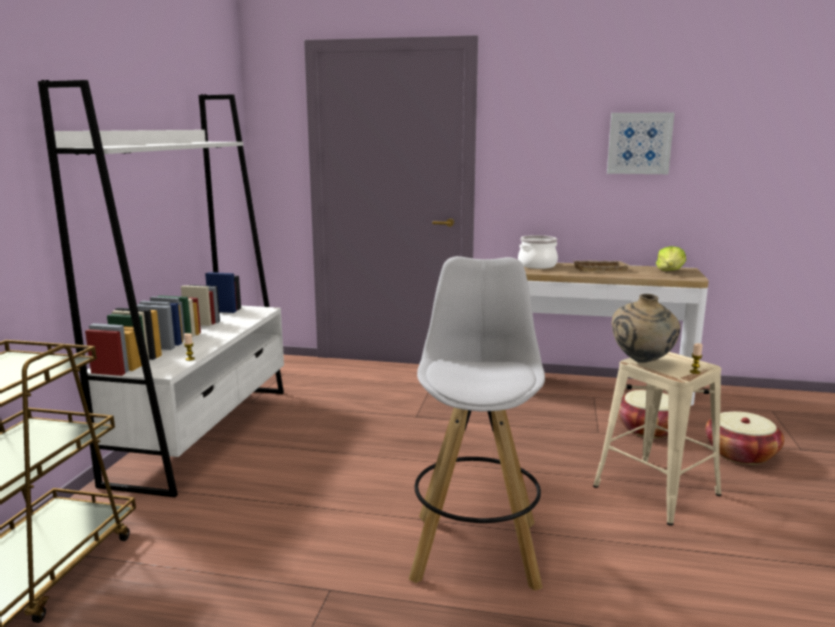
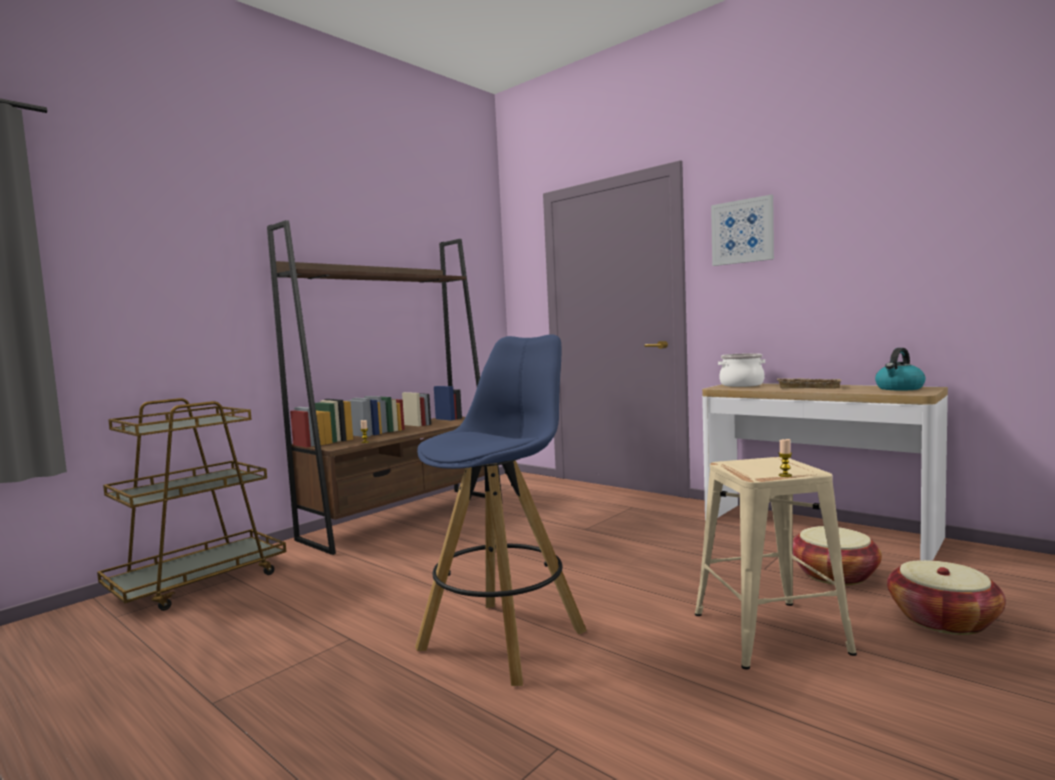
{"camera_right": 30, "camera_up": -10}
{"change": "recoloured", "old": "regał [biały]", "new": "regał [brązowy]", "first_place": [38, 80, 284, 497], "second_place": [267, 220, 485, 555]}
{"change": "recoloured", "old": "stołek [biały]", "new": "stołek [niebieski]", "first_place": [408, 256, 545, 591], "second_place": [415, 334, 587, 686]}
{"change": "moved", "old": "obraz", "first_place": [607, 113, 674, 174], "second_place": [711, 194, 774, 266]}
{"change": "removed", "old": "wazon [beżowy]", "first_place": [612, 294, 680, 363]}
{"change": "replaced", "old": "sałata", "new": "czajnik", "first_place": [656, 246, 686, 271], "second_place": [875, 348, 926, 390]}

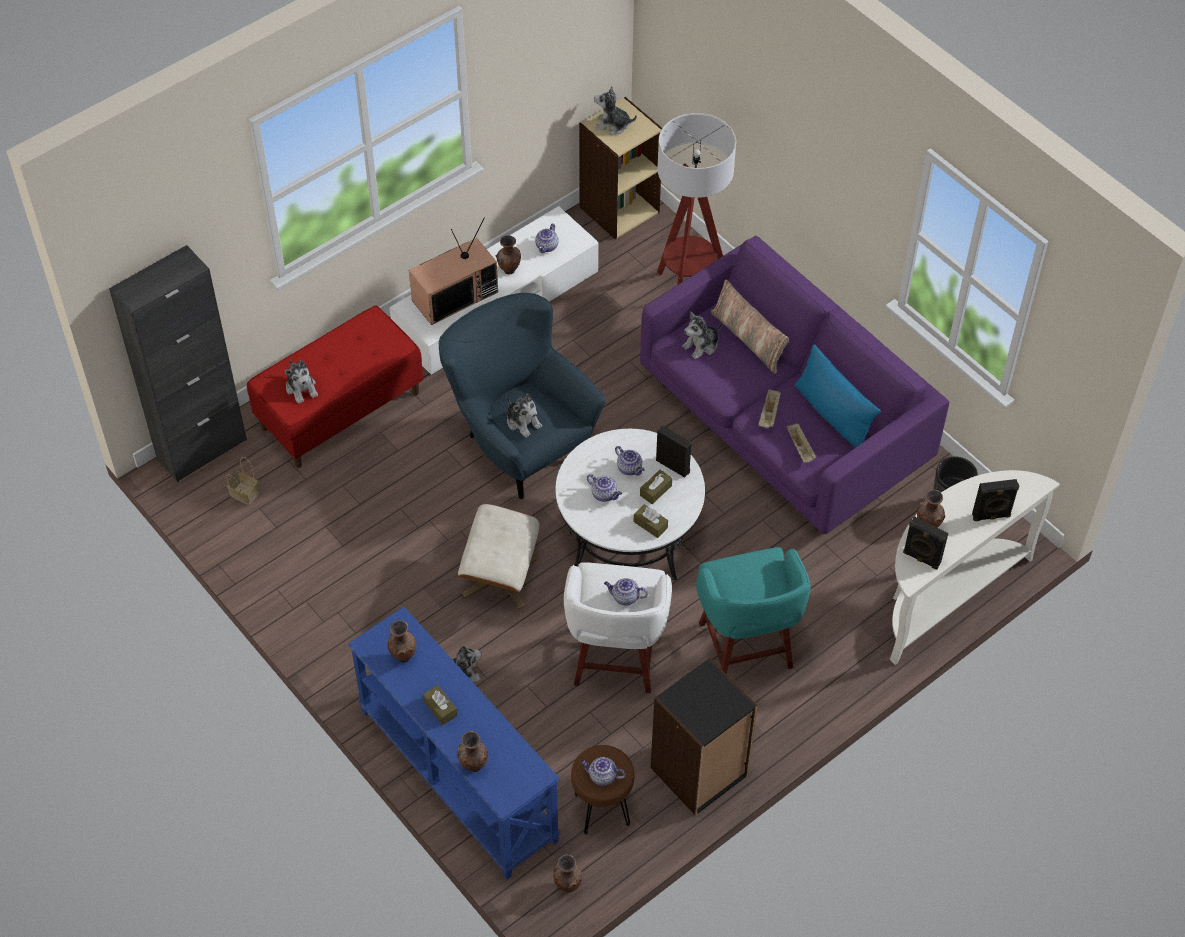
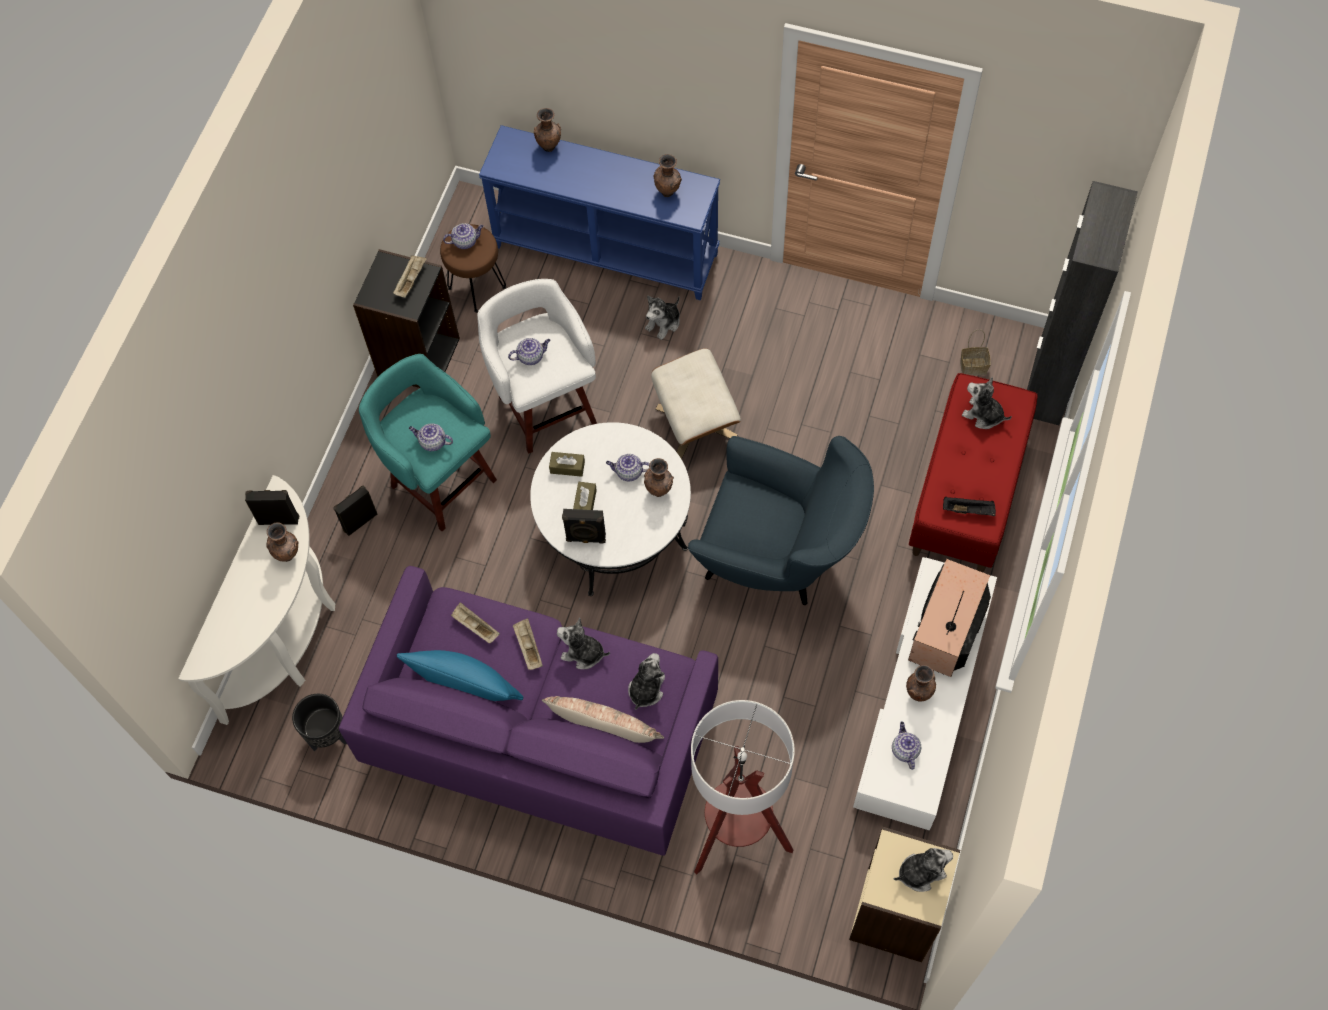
{"camera_right": 150, "camera_up": 10}
{"change": "removed", "old": "pudełko chusteczek [brązowy]", "first_place": [423, 685, 457, 725]}
{"change": "moved", "old": "pluszak", "first_place": [506, 394, 542, 438], "second_place": [557, 617, 610, 669]}
{"change": "moved", "old": "wazon [brązowy]", "first_place": [553, 854, 582, 893], "second_place": [644, 458, 674, 497]}
{"change": "moved", "old": "imbryk", "first_place": [615, 446, 645, 475], "second_place": [409, 423, 453, 451]}
{"change": "moved", "old": "głośnik [czarny]", "first_place": [972, 479, 1019, 521], "second_place": [333, 485, 377, 536]}
{"change": "added", "new": "taca [beżowy]", "second_place": [393, 255, 427, 298]}
{"change": "added", "new": "taca [czarny]", "second_place": [943, 497, 996, 516]}

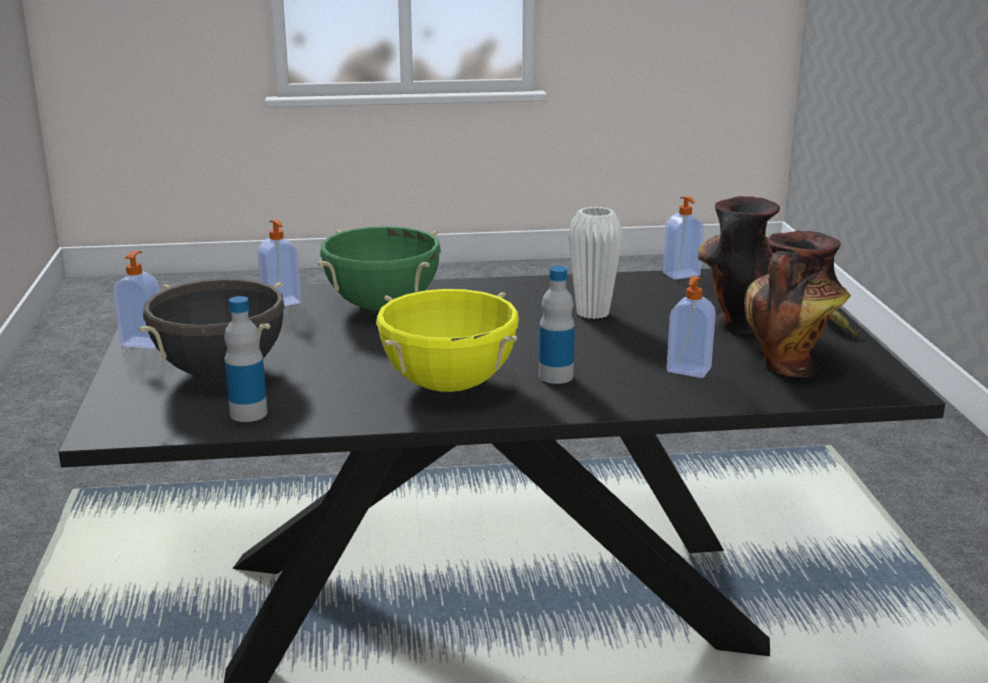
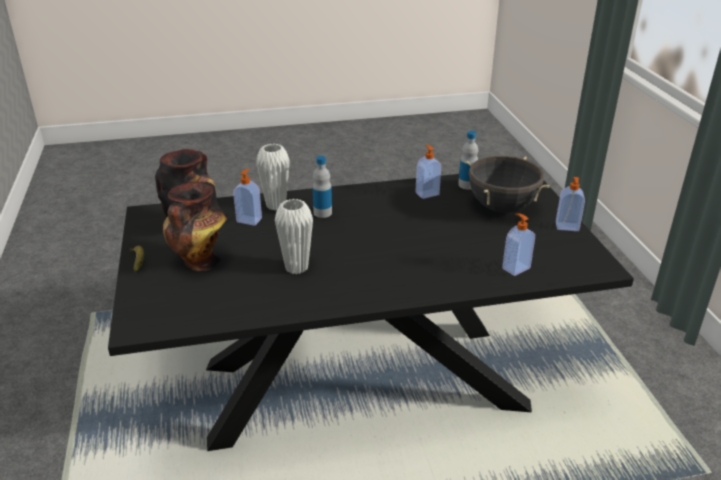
{"camera_right": 175, "camera_up": 10}
{"change": "removed", "old": "garnek [zielony]", "first_place": [318, 226, 441, 311]}
{"change": "removed", "old": "garnek [żółty]", "first_place": [377, 289, 519, 392]}
{"change": "moved", "old": "dozownik mydła", "first_place": [663, 196, 704, 280], "second_place": [415, 145, 441, 199]}
{"change": "added", "new": "wazon [biały]", "second_place": [256, 144, 289, 211]}

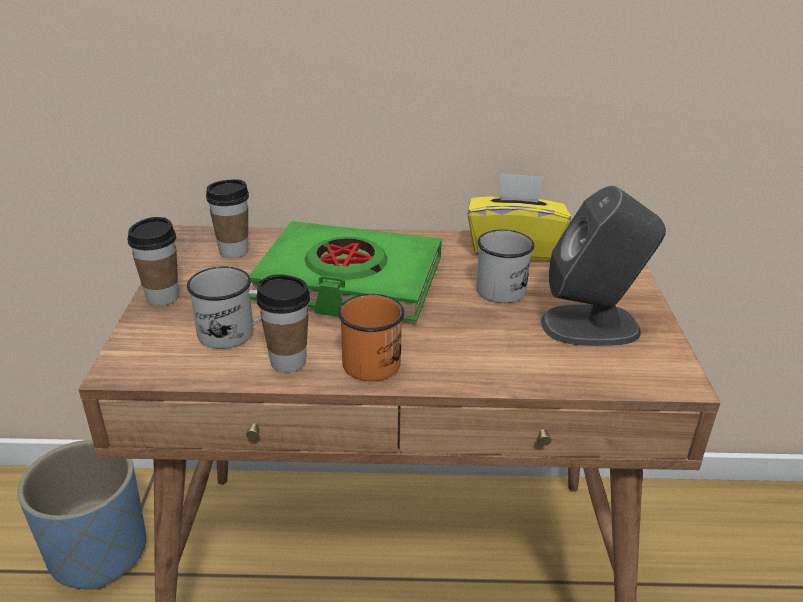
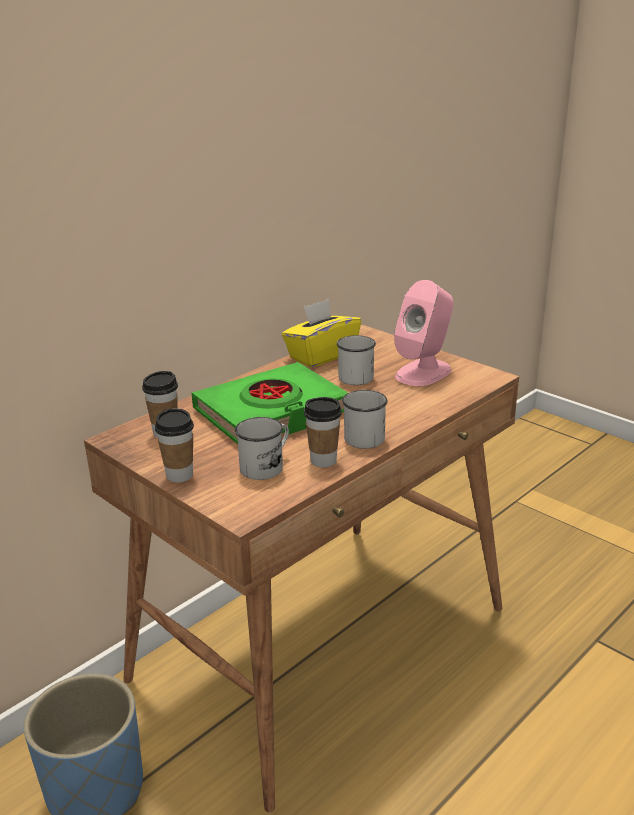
{"camera_right": -45, "camera_up": -5}
{"change": "recoloured", "old": "kubek [pomarańczowy]", "new": "kubek [biały]", "first_place": [338, 294, 405, 381], "second_place": [342, 390, 388, 449]}
{"change": "recoloured", "old": "głośnik [szary]", "new": "głośnik [różowy]", "first_place": [541, 186, 666, 346], "second_place": [394, 280, 453, 386]}

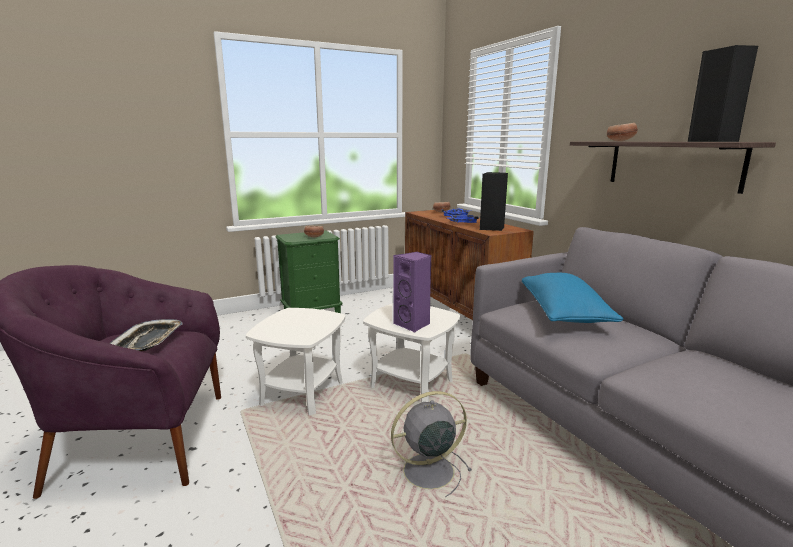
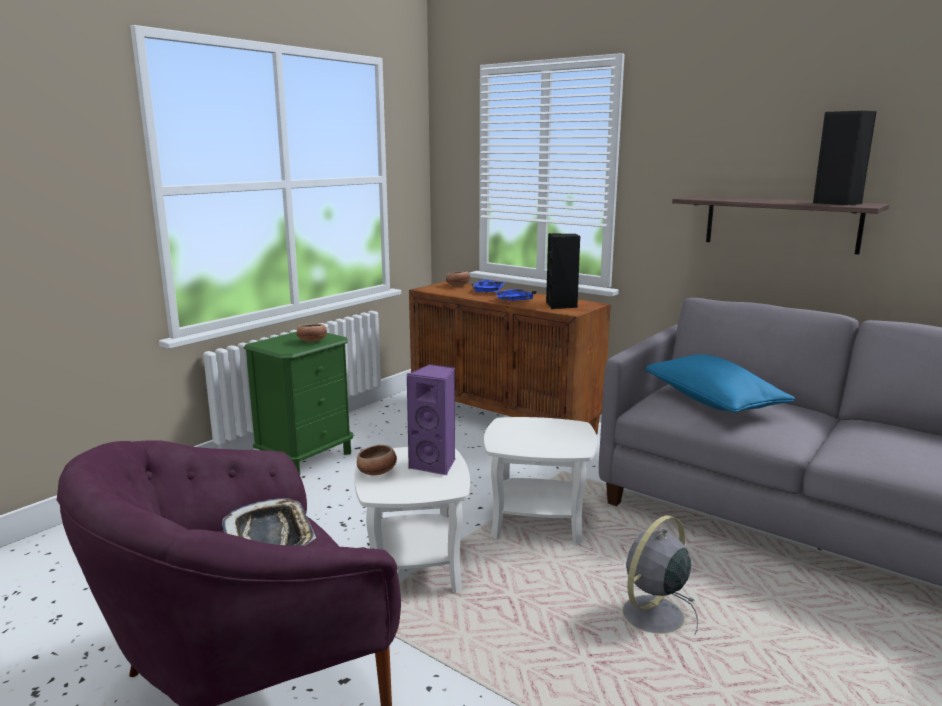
{"camera_right": -25, "camera_up": 0}
{"change": "moved", "old": "głośnik [fioletowy]", "first_place": [393, 252, 431, 333], "second_place": [406, 364, 455, 476]}
{"change": "moved", "old": "miska", "first_place": [607, 123, 638, 141], "second_place": [357, 445, 397, 475]}

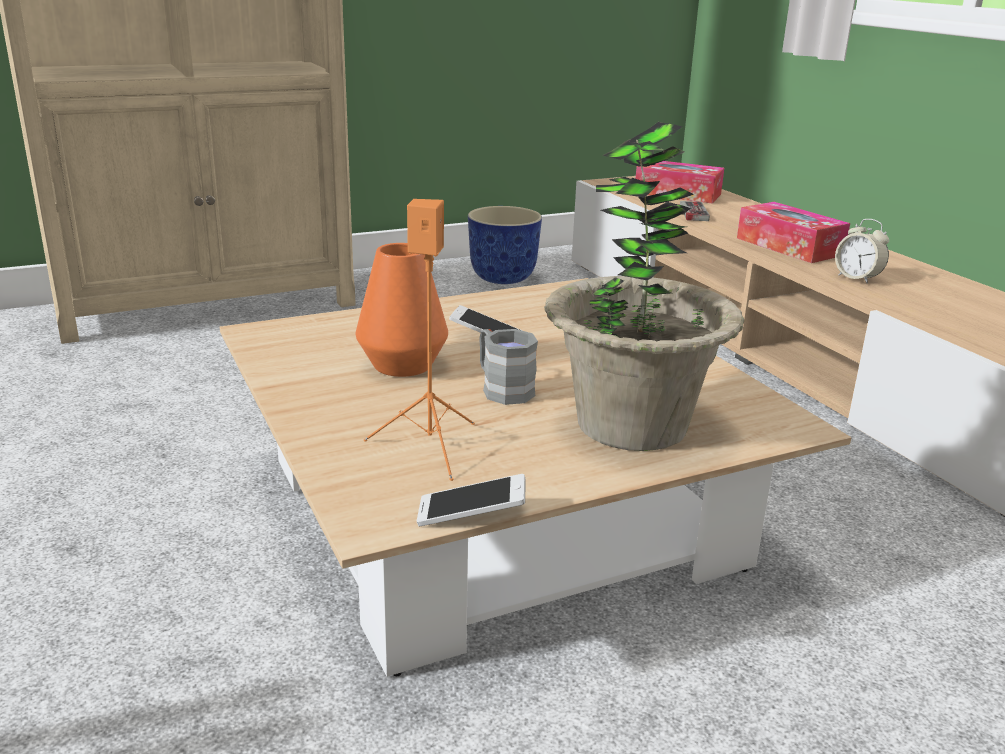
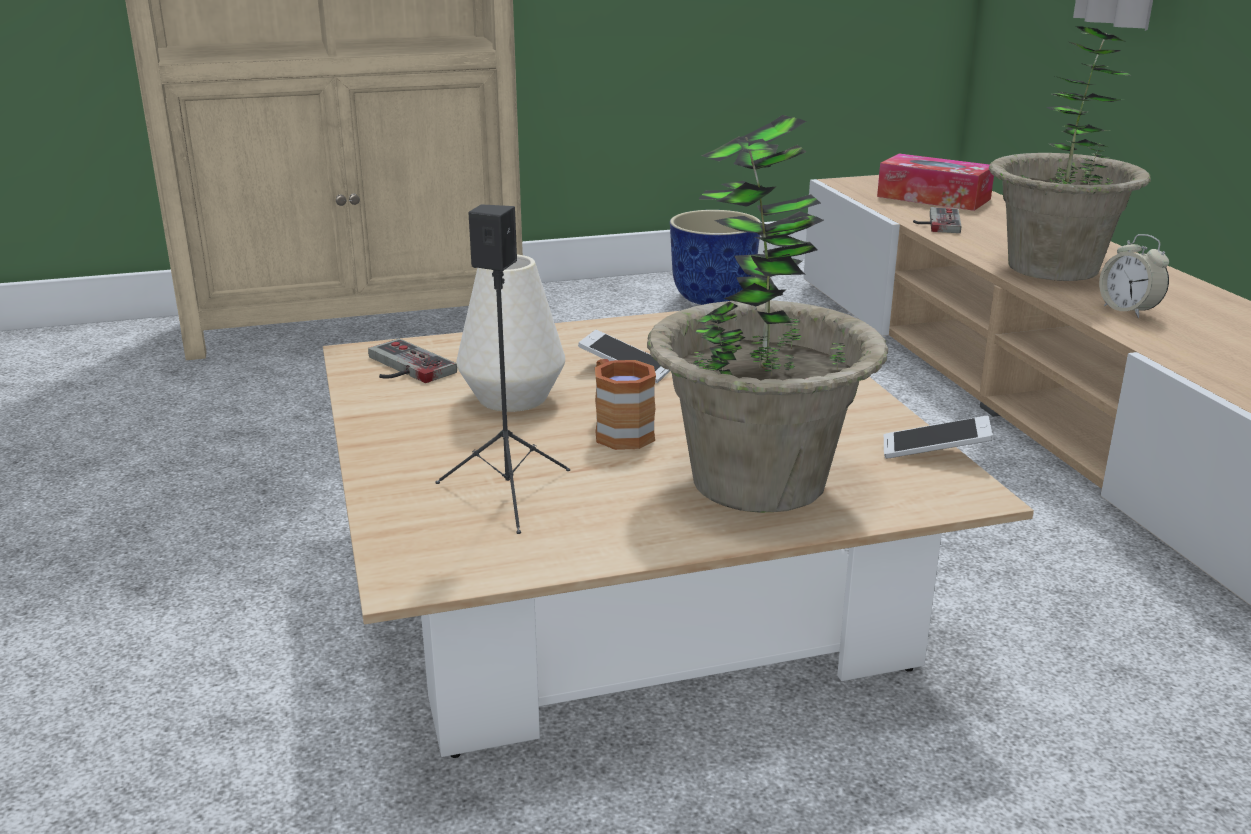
{"camera_right": 10, "camera_up": 0}
{"change": "recoloured", "old": "wazon [pomarańczowy]", "new": "wazon [biały]", "first_place": [356, 243, 448, 377], "second_place": [456, 255, 565, 412]}
{"change": "recoloured", "old": "głośnik [pomarańczowy]", "new": "głośnik [czarny]", "first_place": [364, 199, 475, 481], "second_place": [436, 204, 570, 534]}
{"change": "moved", "old": "telefon", "first_place": [417, 474, 526, 526], "second_place": [884, 416, 993, 459]}
{"change": "recoloured", "old": "kubek [szary]", "new": "kubek [brązowy]", "first_place": [479, 329, 538, 405], "second_place": [595, 359, 656, 450]}
{"change": "replaced", "old": "pudełko chusteczek", "new": "roślina doniczkowa", "first_place": [737, 202, 850, 263], "second_place": [989, 26, 1151, 281]}
{"change": "added", "new": "pad do gier", "second_place": [368, 339, 457, 383]}

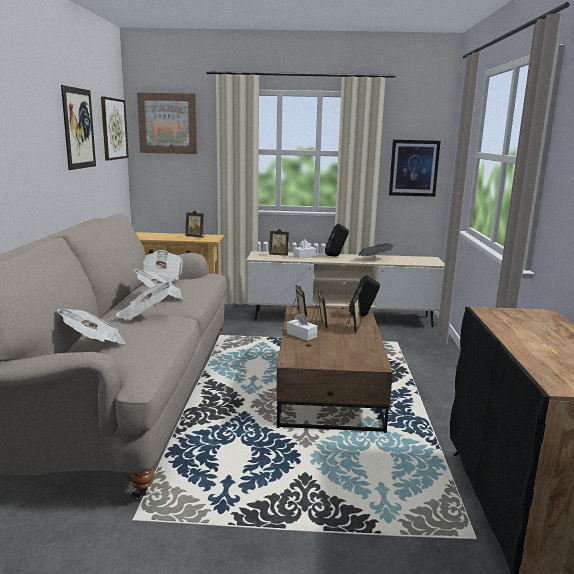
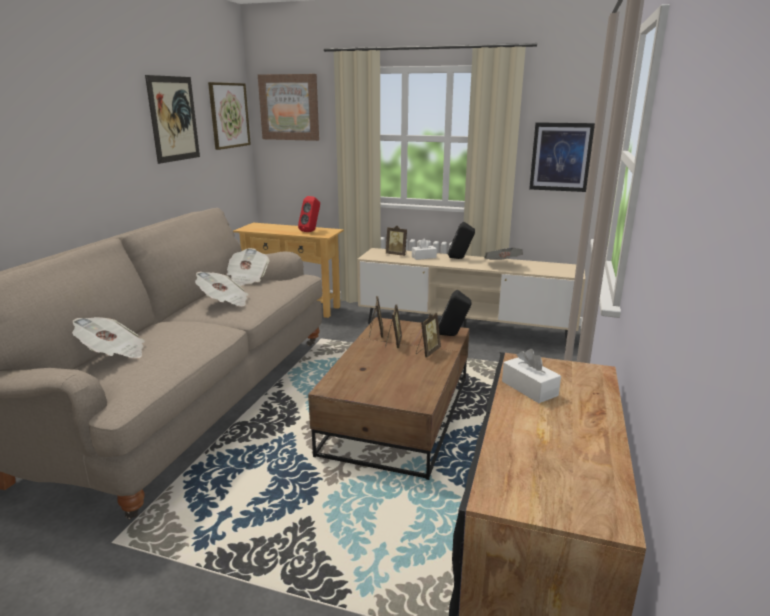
{"camera_right": 15, "camera_up": 5}
{"change": "removed", "old": "gazeta", "first_place": [116, 282, 172, 320]}
{"change": "replaced", "old": "ramka na zdjęcie", "new": "głośnik [czerwony]", "first_place": [185, 210, 205, 238], "second_place": [298, 196, 320, 232]}
{"change": "moved", "old": "pudełko chusteczek [biały]", "first_place": [287, 313, 317, 341], "second_place": [502, 349, 561, 403]}

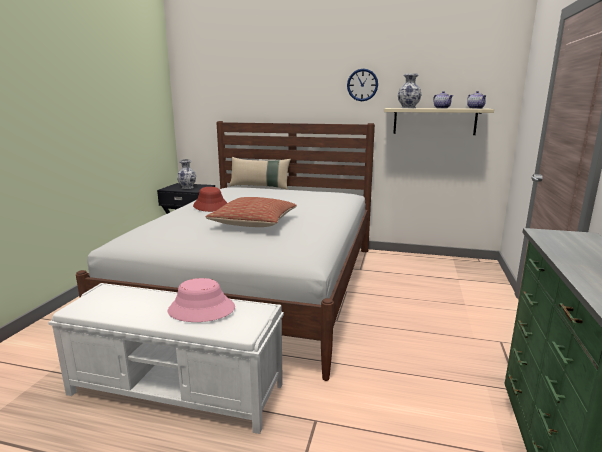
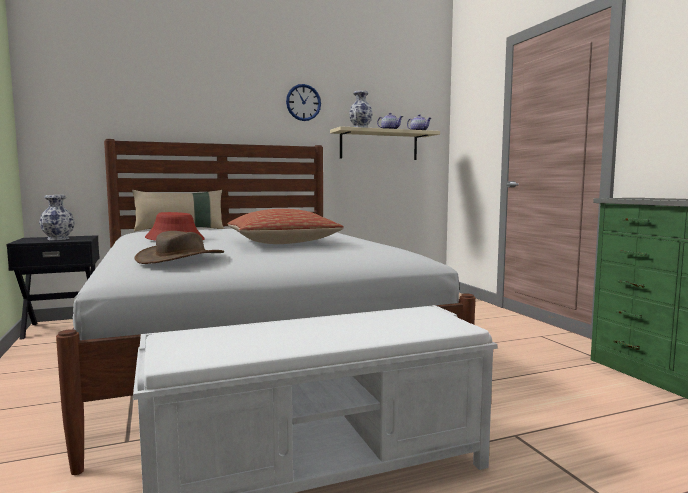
{"camera_right": -35, "camera_up": -10}
{"change": "removed", "old": "kapelusz [różowy]", "first_place": [168, 278, 235, 322]}
{"change": "added", "new": "kapelusz [brązowy]", "second_place": [134, 231, 224, 264]}

